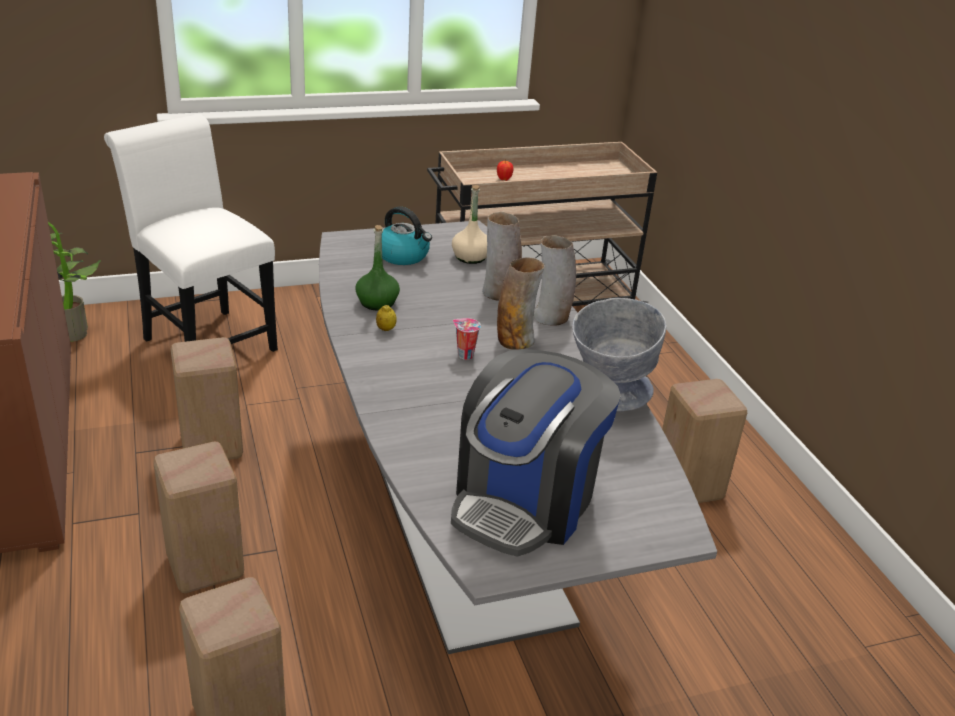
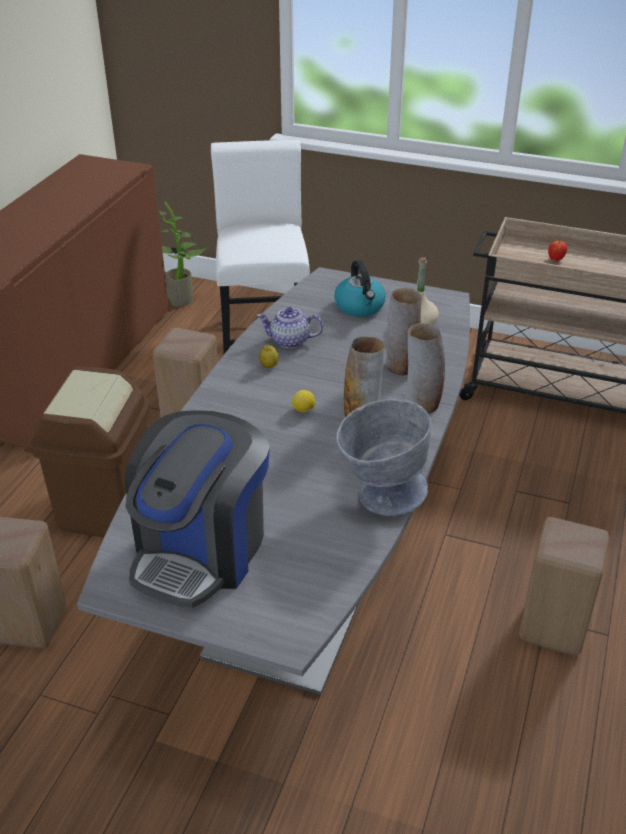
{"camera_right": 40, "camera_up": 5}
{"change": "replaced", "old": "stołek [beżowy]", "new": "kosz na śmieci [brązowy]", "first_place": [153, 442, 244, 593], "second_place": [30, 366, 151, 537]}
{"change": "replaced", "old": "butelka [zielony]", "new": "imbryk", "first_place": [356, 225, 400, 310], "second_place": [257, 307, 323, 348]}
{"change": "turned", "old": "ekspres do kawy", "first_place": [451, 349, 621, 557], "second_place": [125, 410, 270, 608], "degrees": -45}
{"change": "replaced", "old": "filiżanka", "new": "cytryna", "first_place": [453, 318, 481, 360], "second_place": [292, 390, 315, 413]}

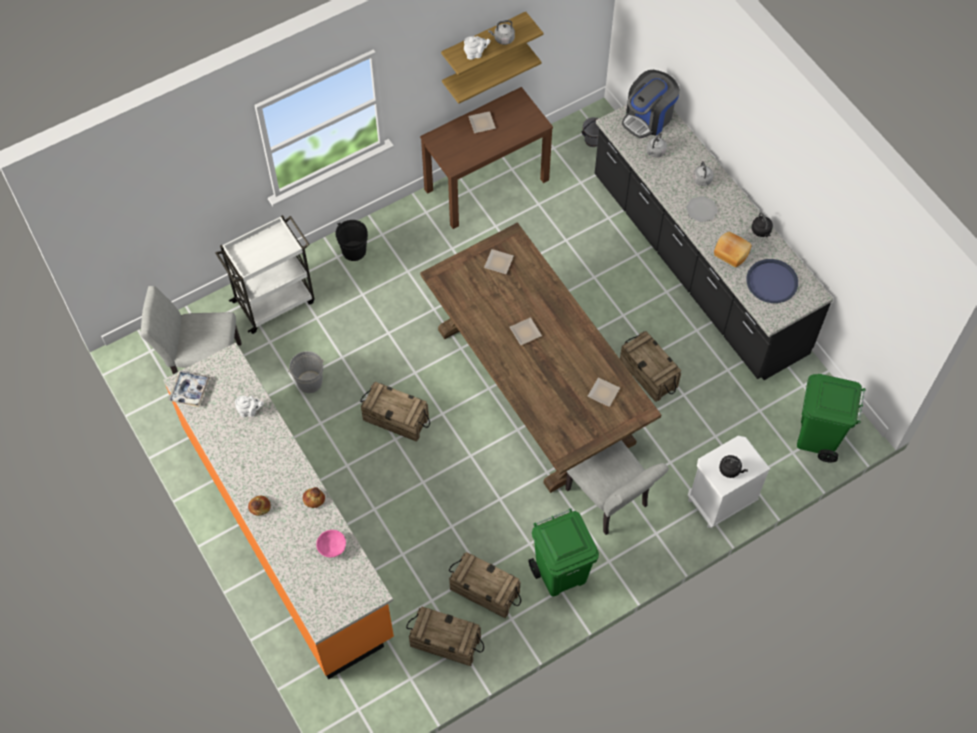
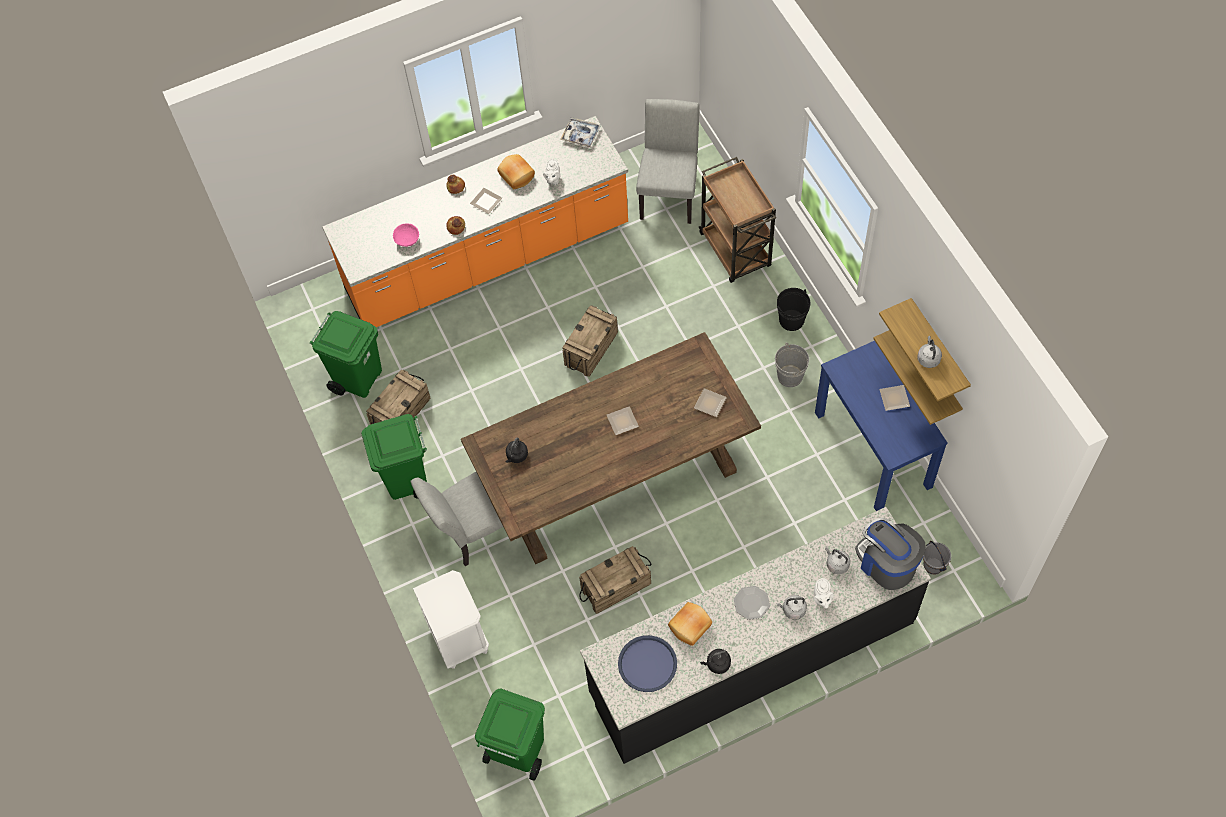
{"camera_right": 100, "camera_up": 0}
{"change": "recoloured", "old": "wózek [biały]", "new": "wózek [brązowy]", "first_place": [215, 215, 315, 334], "second_place": [699, 157, 776, 283]}
{"change": "moved", "old": "wiadro [szary]", "first_place": [288, 351, 325, 393], "second_place": [775, 343, 809, 387]}
{"change": "replaced", "old": "skrzynka", "new": "kosz na śmieci [zielony]", "first_place": [406, 606, 484, 666], "second_place": [310, 311, 382, 398]}
{"change": "recoloured", "old": "stolik konsolowy [brązowy]", "new": "stolik konsolowy [niebieski]", "first_place": [420, 87, 553, 229], "second_place": [815, 341, 948, 511]}
{"change": "moved", "old": "imbryk [biały]", "first_place": [464, 36, 491, 60], "second_place": [813, 578, 834, 608]}
{"change": "moved", "old": "talerz", "first_place": [587, 377, 620, 407], "second_place": [470, 188, 502, 214]}
{"change": "moved", "old": "czajnik [czarny]", "first_place": [719, 455, 748, 478], "second_place": [506, 438, 528, 463]}
{"change": "added", "new": "chleb", "second_place": [497, 154, 535, 189]}

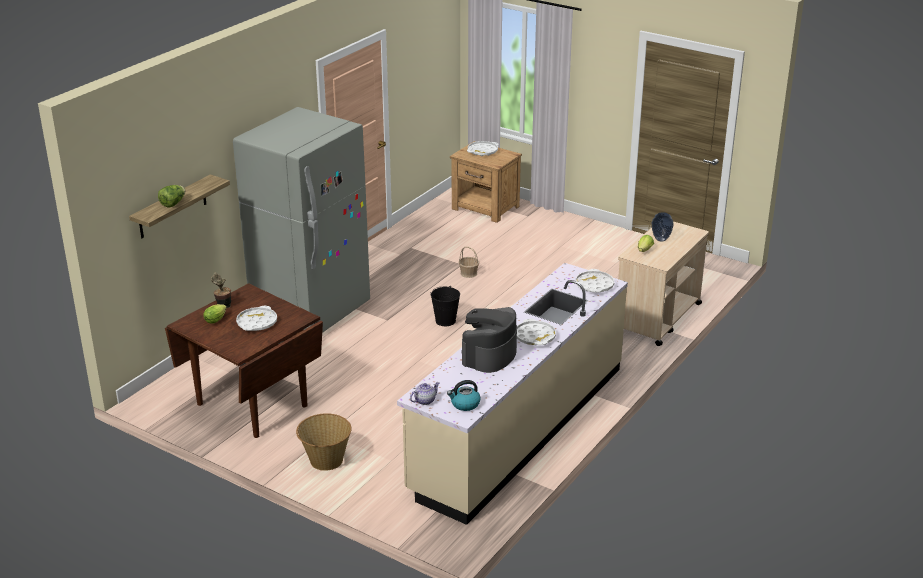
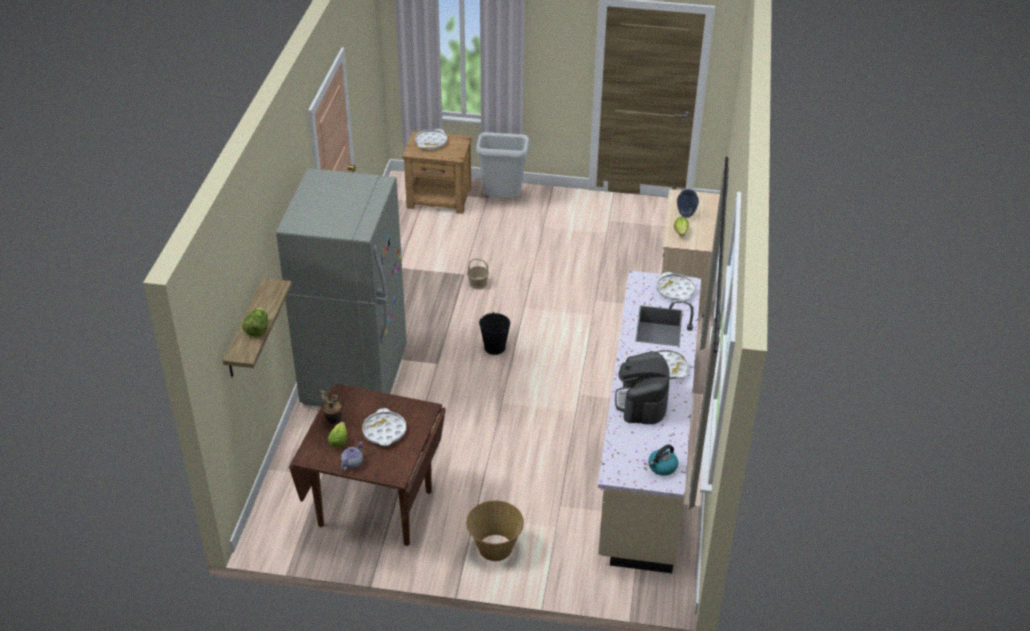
{"camera_right": -25, "camera_up": 10}
{"change": "moved", "old": "imbryk", "first_place": [410, 382, 440, 405], "second_place": [341, 442, 363, 470]}
{"change": "added", "new": "kosz na śmieci [szary]", "second_place": [476, 132, 530, 198]}

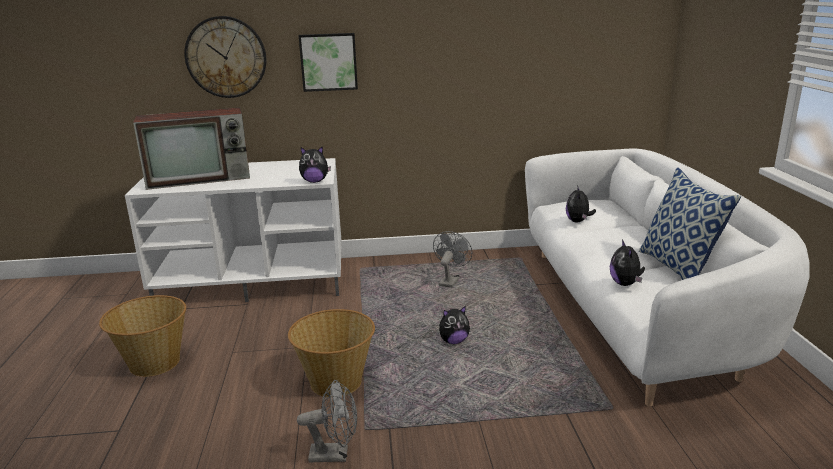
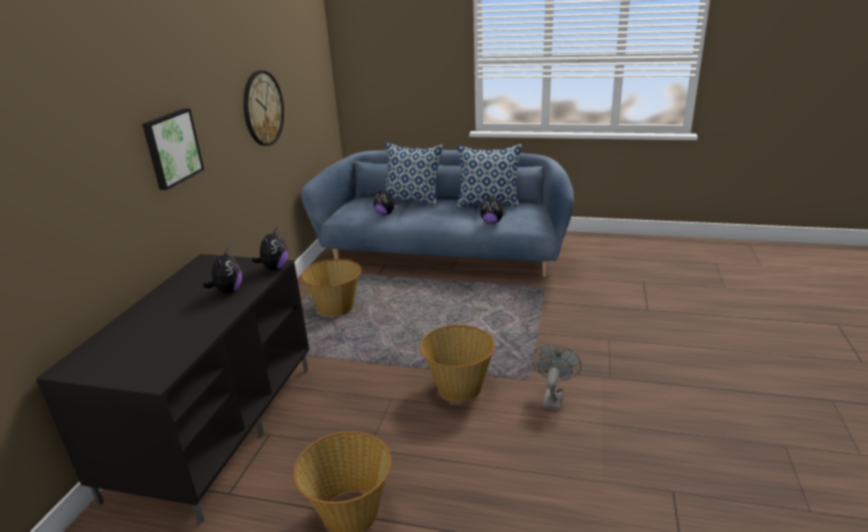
{"camera_right": -70, "camera_up": 5}
{"change": "recoloured", "old": "szafka pod telewizor [biały]", "new": "szafka pod telewizor [czarny]", "first_place": [125, 158, 342, 302], "second_place": [36, 254, 309, 524]}
{"change": "removed", "old": "telewizor", "first_place": [133, 107, 250, 190]}
{"change": "moved", "old": "zegar ścienny", "first_place": [184, 16, 266, 98], "second_place": [243, 71, 284, 146]}
{"change": "replaced", "old": "wentylator [szary]", "new": "koszyk", "first_place": [433, 231, 472, 288], "second_place": [301, 259, 361, 317]}
{"change": "moved", "old": "pluszak", "first_place": [439, 306, 470, 344], "second_place": [203, 248, 242, 293]}
{"change": "recoloured", "old": "kanapa [biały]", "new": "kanapa [niebieski]", "first_place": [525, 148, 810, 407], "second_place": [301, 150, 574, 277]}
{"change": "added", "new": "poduszka", "second_place": [385, 142, 443, 207]}

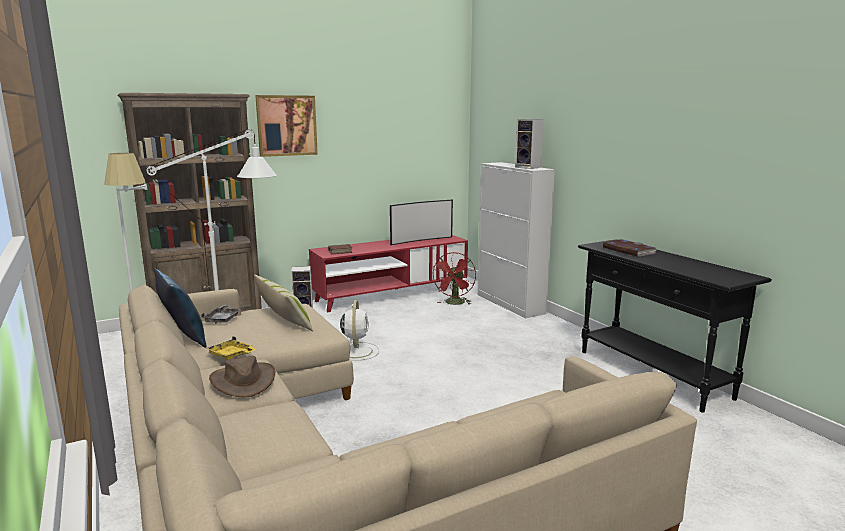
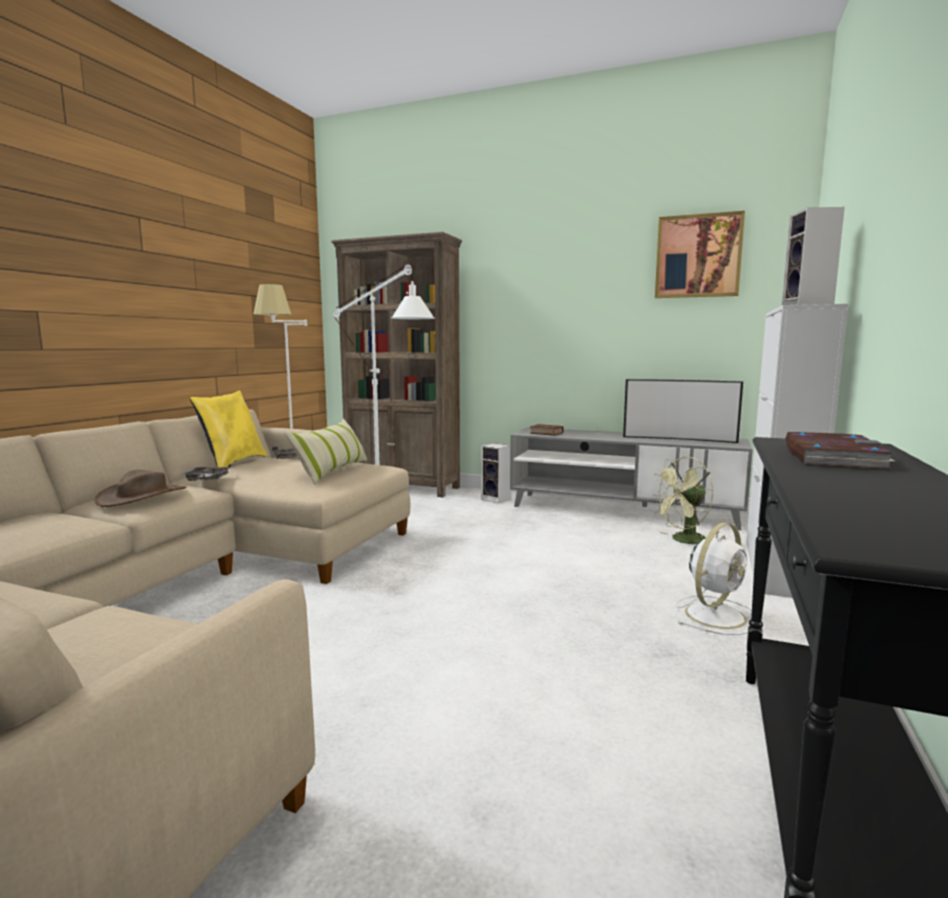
{"camera_right": 50, "camera_up": -5}
{"change": "recoloured", "old": "poduszka [niebieski]", "new": "poduszka [żółty]", "first_place": [154, 269, 207, 348], "second_place": [190, 390, 267, 467]}
{"change": "recoloured", "old": "taca [żółty]", "new": "taca [szary]", "first_place": [205, 336, 256, 360], "second_place": [181, 464, 231, 481]}
{"change": "moved", "old": "obraz", "first_place": [255, 95, 318, 157], "second_place": [655, 211, 745, 298]}
{"change": "recoloured", "old": "szafka pod telewizor [czerwony]", "new": "szafka pod telewizor [szary]", "first_place": [309, 235, 468, 313], "second_place": [510, 427, 753, 530]}
{"change": "moved", "old": "wentylator [biały]", "first_place": [340, 300, 379, 361], "second_place": [675, 523, 762, 635]}
{"change": "recoloured", "old": "wentylator [czerwony]", "new": "wentylator [zielony]", "first_place": [433, 252, 476, 305], "second_place": [650, 457, 713, 544]}

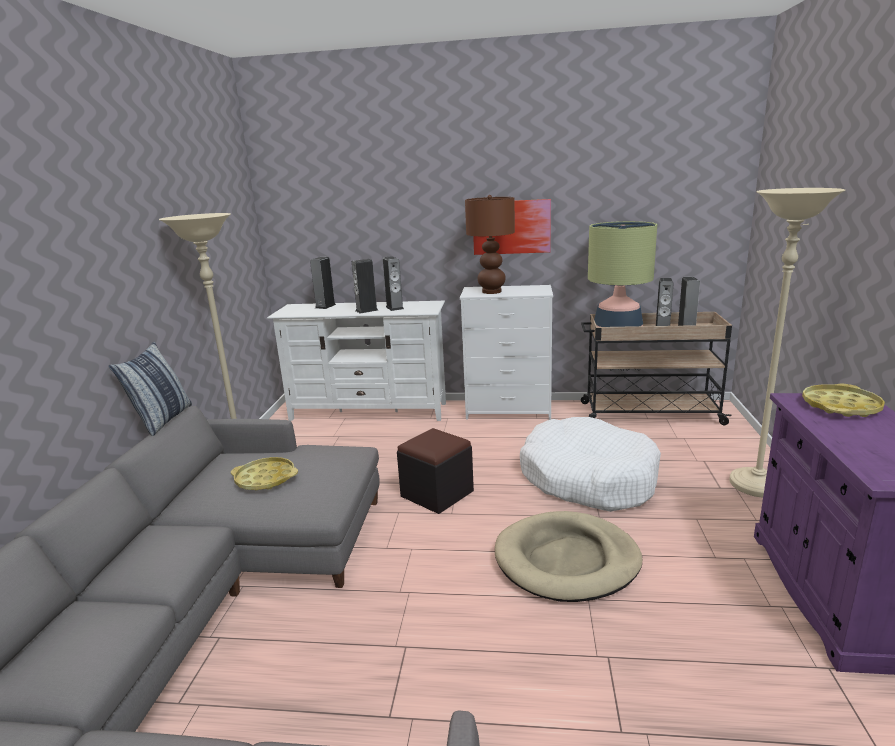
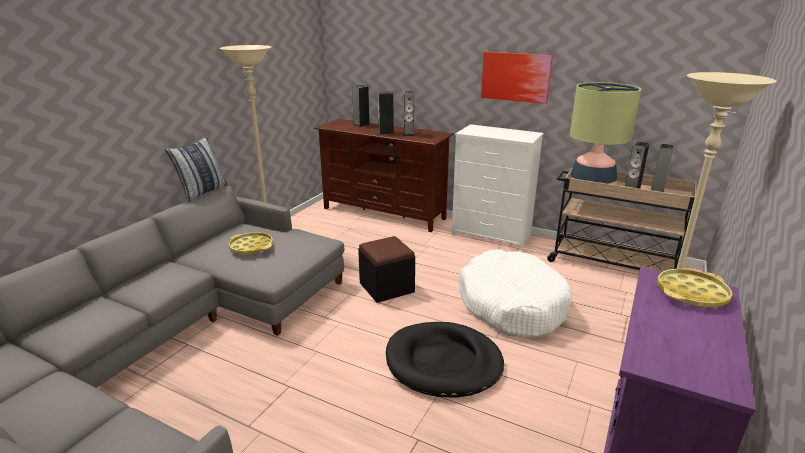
{"camera_right": 20, "camera_up": 5}
{"change": "recoloured", "old": "szafka pod telewizor [biały]", "new": "szafka pod telewizor [brązowy]", "first_place": [267, 301, 446, 421], "second_place": [314, 119, 454, 232]}
{"change": "removed", "old": "lampa stołowa [brązowy]", "first_place": [465, 195, 515, 294]}
{"change": "recoloured", "old": "legowisko [beżowy]", "new": "legowisko [czarny]", "first_place": [495, 511, 642, 602], "second_place": [386, 322, 504, 398]}

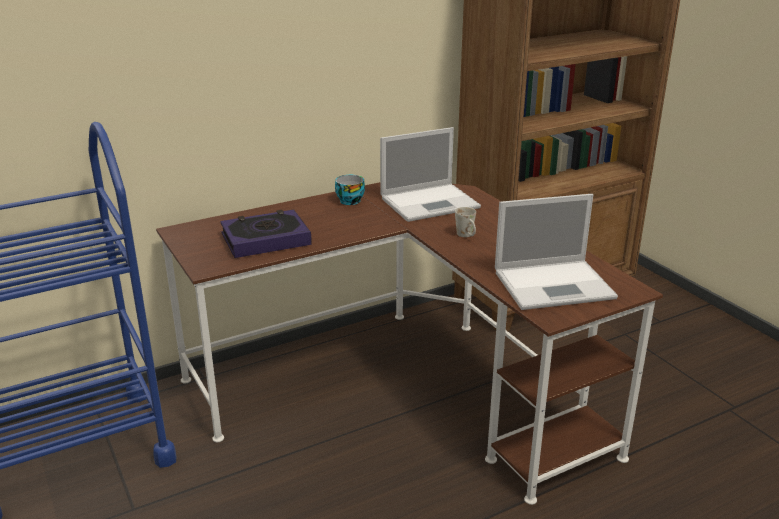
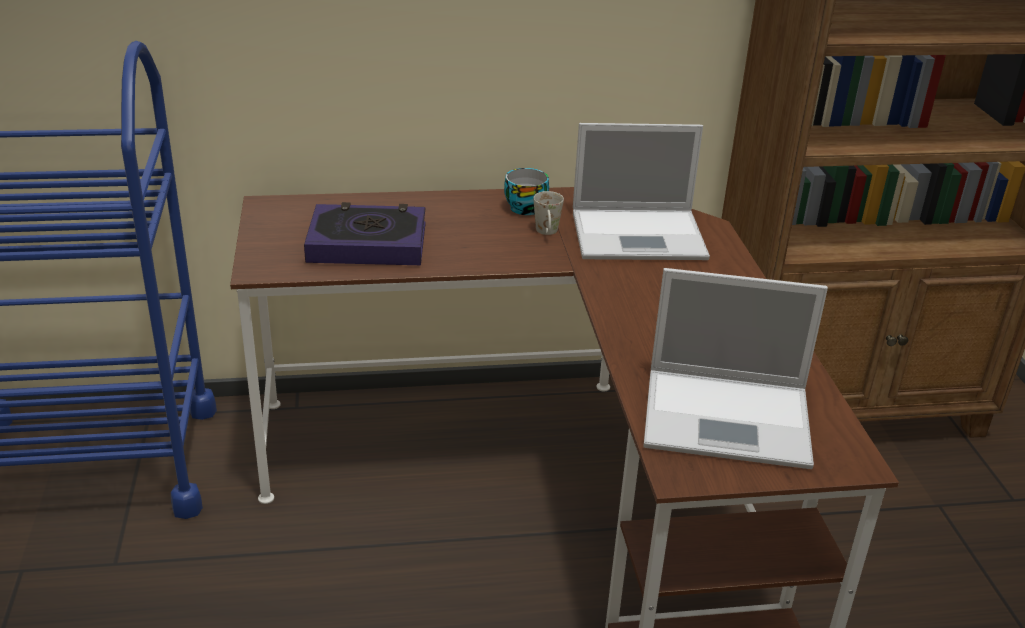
{"camera_right": 20, "camera_up": 5}
{"change": "moved", "old": "kubek [biały]", "first_place": [455, 207, 476, 237], "second_place": [533, 191, 564, 235]}

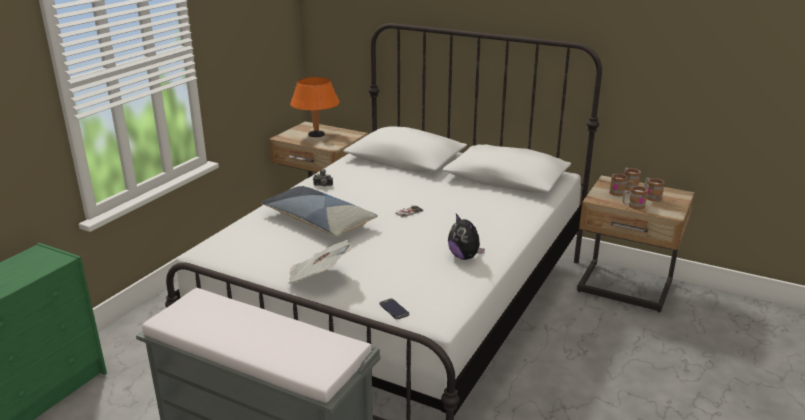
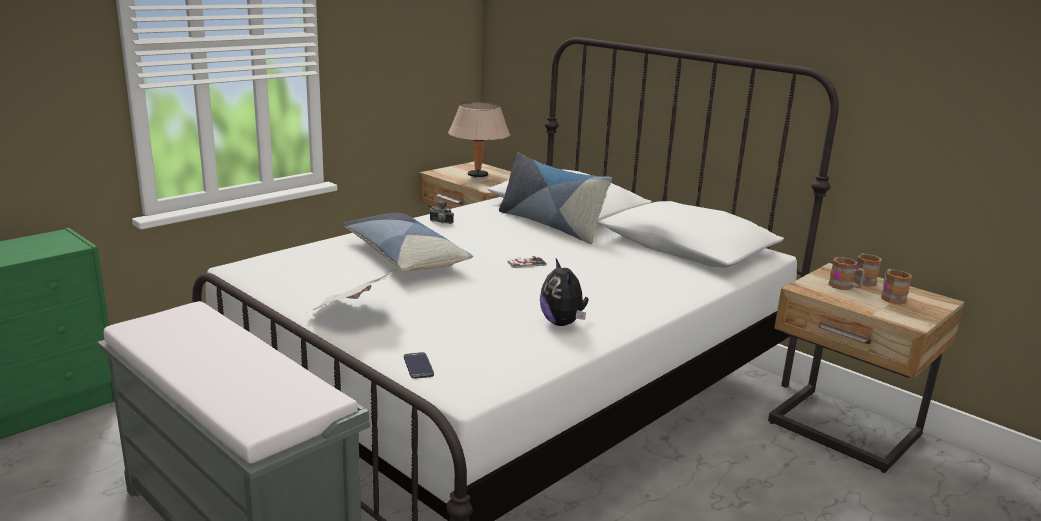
{"camera_right": 15, "camera_up": -5}
{"change": "recoloured", "old": "lampa stołowa [pomarańczowy]", "new": "lampa stołowa [beżowy]", "first_place": [290, 77, 340, 138], "second_place": [448, 102, 510, 177]}
{"change": "removed", "old": "kubek", "first_place": [623, 186, 648, 210]}
{"change": "added", "new": "poduszka", "second_place": [499, 152, 612, 244]}

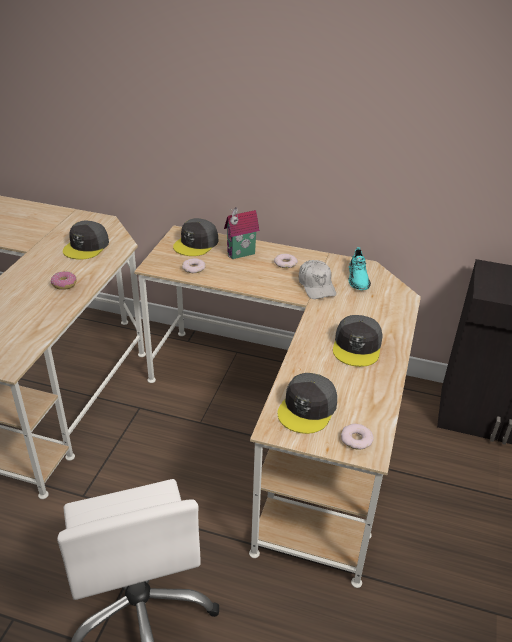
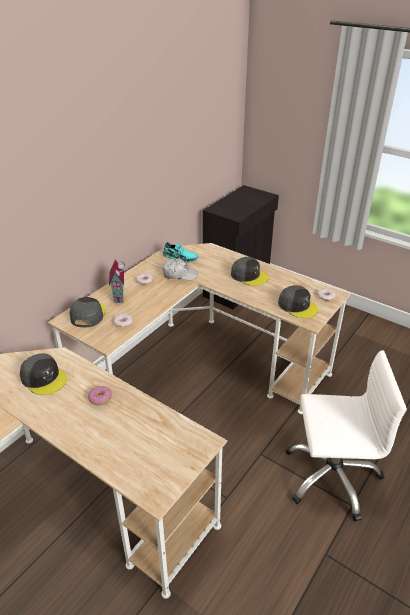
{"camera_right": -70, "camera_up": 0}
{"change": "turned", "old": "czapka z daszkiem [szary]", "first_place": [173, 218, 218, 256], "second_place": [69, 297, 106, 327], "degrees": -135}

